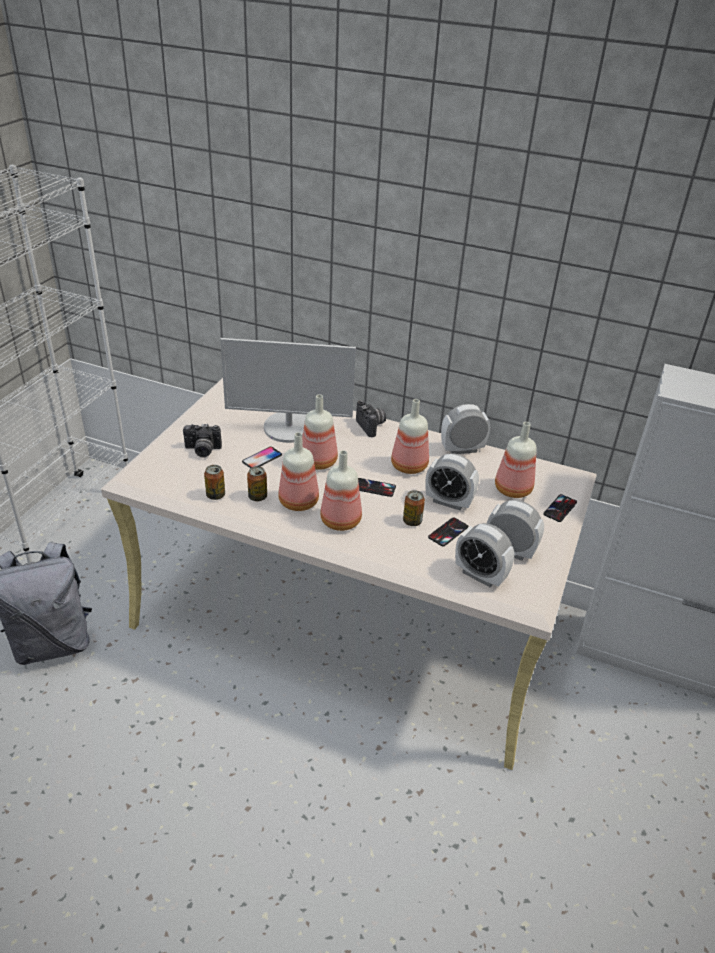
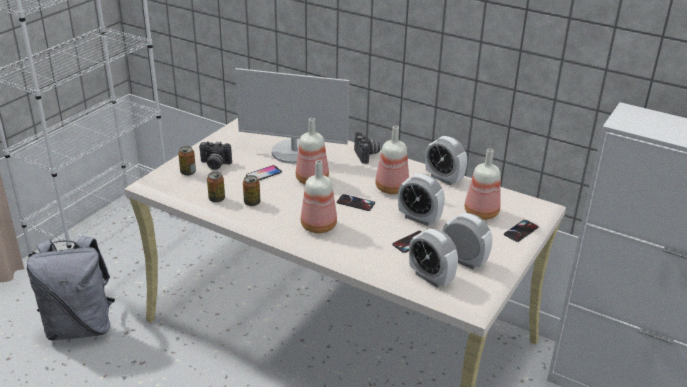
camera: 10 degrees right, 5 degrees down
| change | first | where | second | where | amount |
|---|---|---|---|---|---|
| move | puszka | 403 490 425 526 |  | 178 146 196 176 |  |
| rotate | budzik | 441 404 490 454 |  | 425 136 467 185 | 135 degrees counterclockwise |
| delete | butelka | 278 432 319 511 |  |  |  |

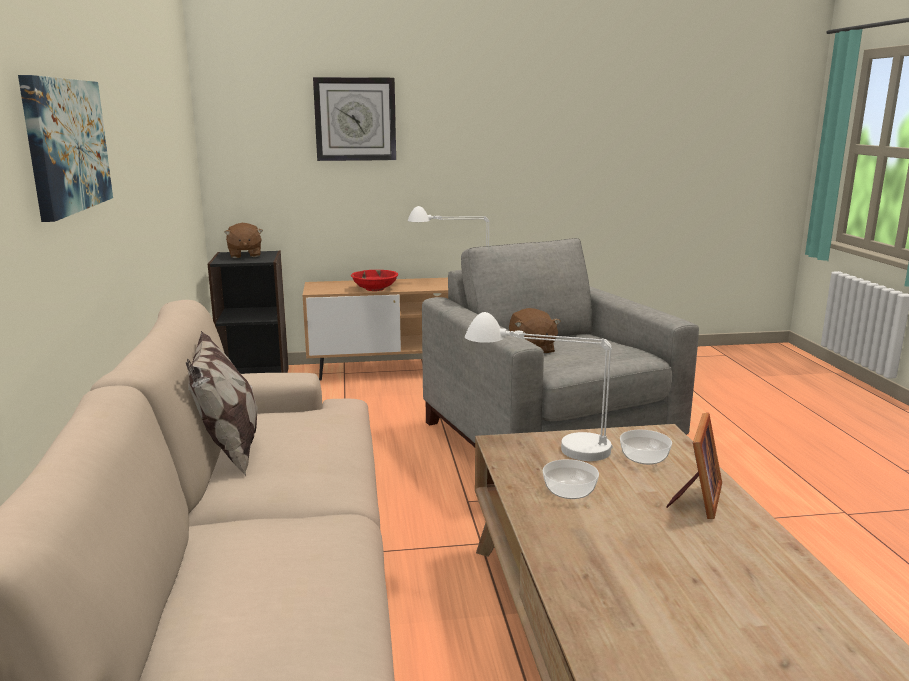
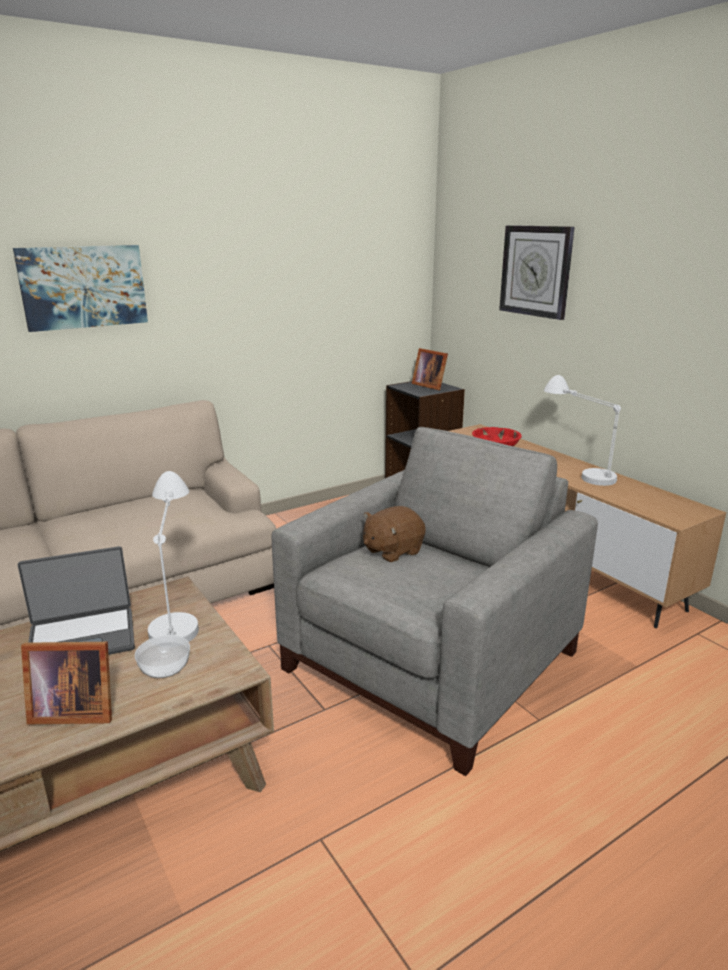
camera: 65 degrees right, 5 degrees up
| change | first | where | second | where | amount |
|---|---|---|---|---|---|
| replace | miska | 543 459 599 499 | laptop | 18 546 135 655 |  |
| replace | pluszak [brązowy] | 224 223 263 258 | ramka na zdjęcie | 412 348 448 390 |  |
| delete | poduszka | 186 331 258 476 |  |  |  |

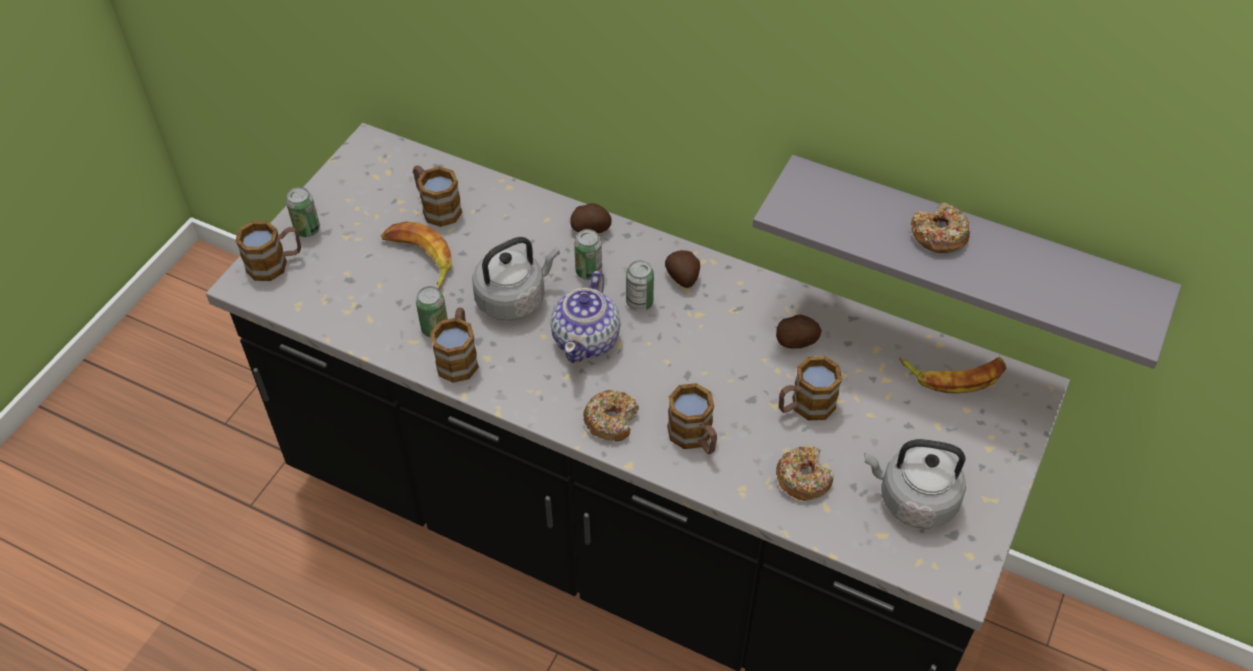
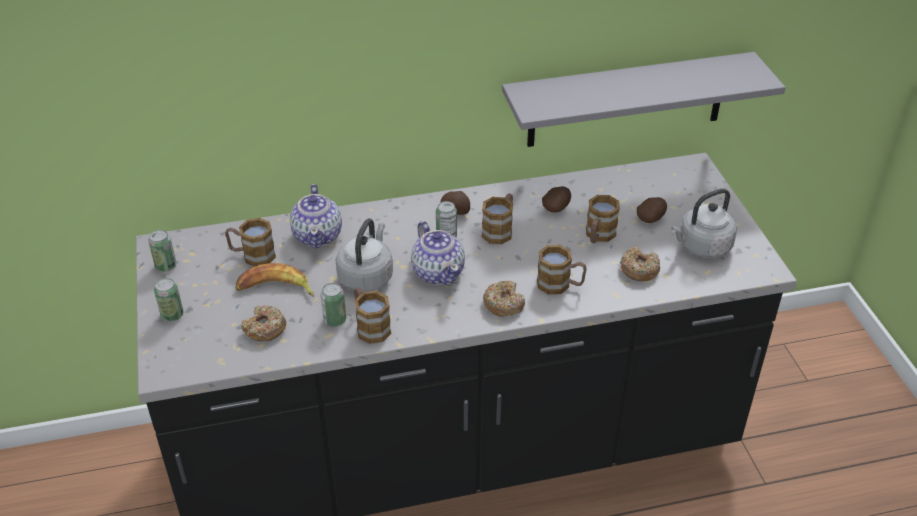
camera: 40 degrees left, 10 degrees down
| change | first | where | second | where | amount |
|---|---|---|---|---|---|
| move | puszka | 574 229 602 280 |  | 148 230 177 272 |  |
| move | donut | 911 203 970 253 |  | 242 305 287 341 |  |
| insert |  |  | imbryk | 290 184 342 248 |  |
| move | kubek | 235 221 301 281 |  | 482 194 513 244 |  |
| move | ziemniak | 570 203 612 233 |  | 637 197 667 223 |  |
| delete | banan | 899 357 1007 393 |  |  |  |

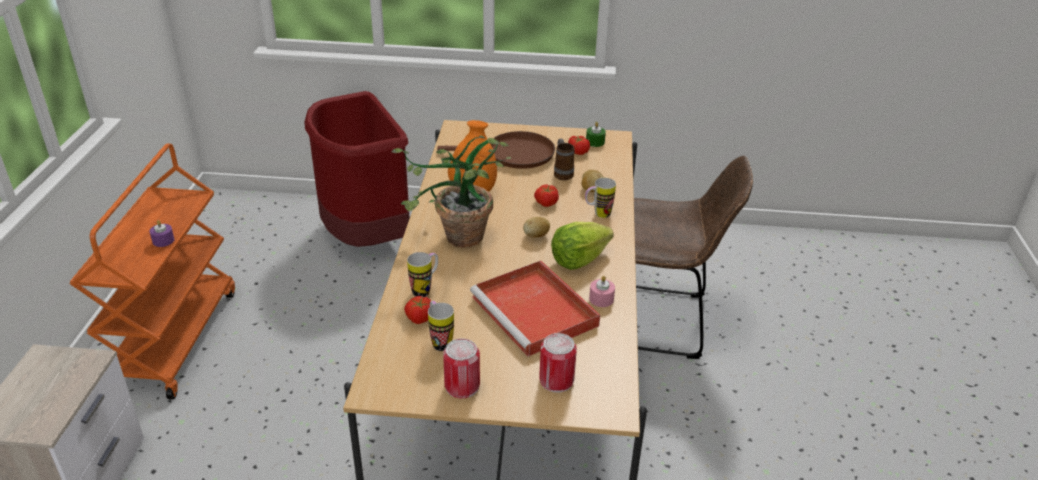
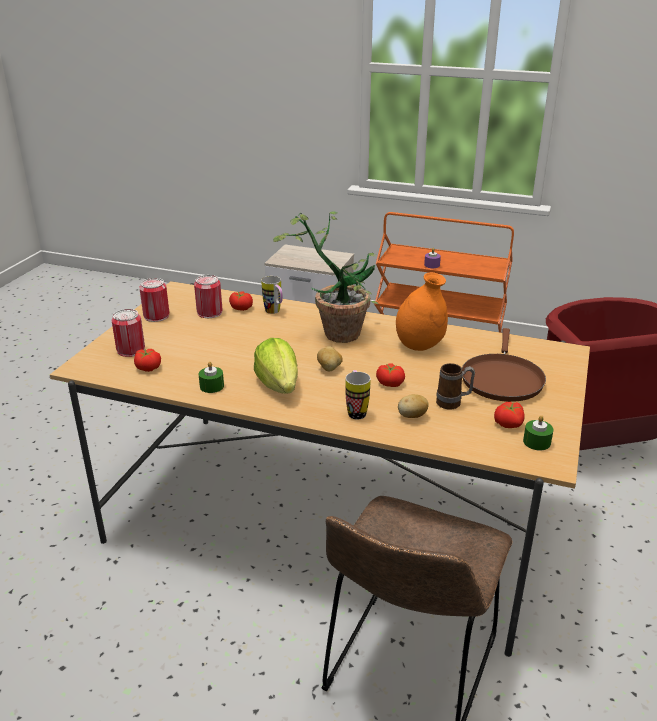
camera: 105 degrees right, 5 degrees down
| change | first | where | second | where | amount |
|---|---|---|---|---|---|
| insert |  |  | pomidor | 134 349 161 372 |  |
| replace | kubek | 428 301 454 351 | puszka | 194 275 222 318 |  |
| recolor | świeca [różowy] | 589 276 615 307 | świeca [zielony] | 199 361 224 393 |  |
| delete | taca [czerwony] | 470 261 600 357 |  |  |  |

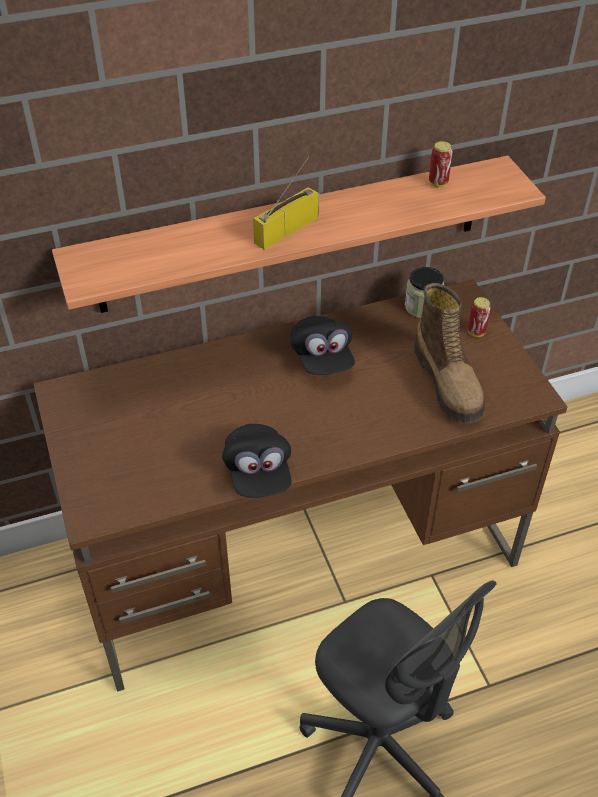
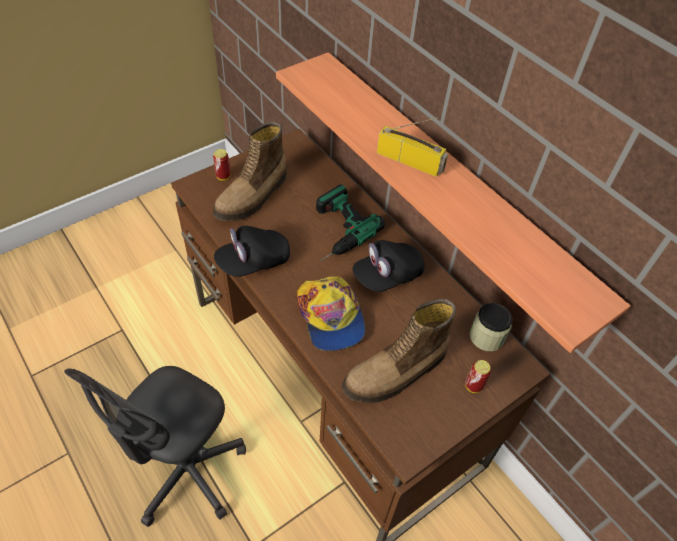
camera: 70 degrees right, 5 degrees up
| change | first | where | second | where | amount |
|---|---|---|---|---|---|
| insert |  |  | but z cholewką | 213 122 287 222 |  |
| move | puszka | 429 141 453 187 |  | 213 149 230 181 |  |
| insert |  |  | czapka z daszkiem | 297 276 365 351 |  |
| insert |  |  | wiertarka | 316 184 385 261 |  |

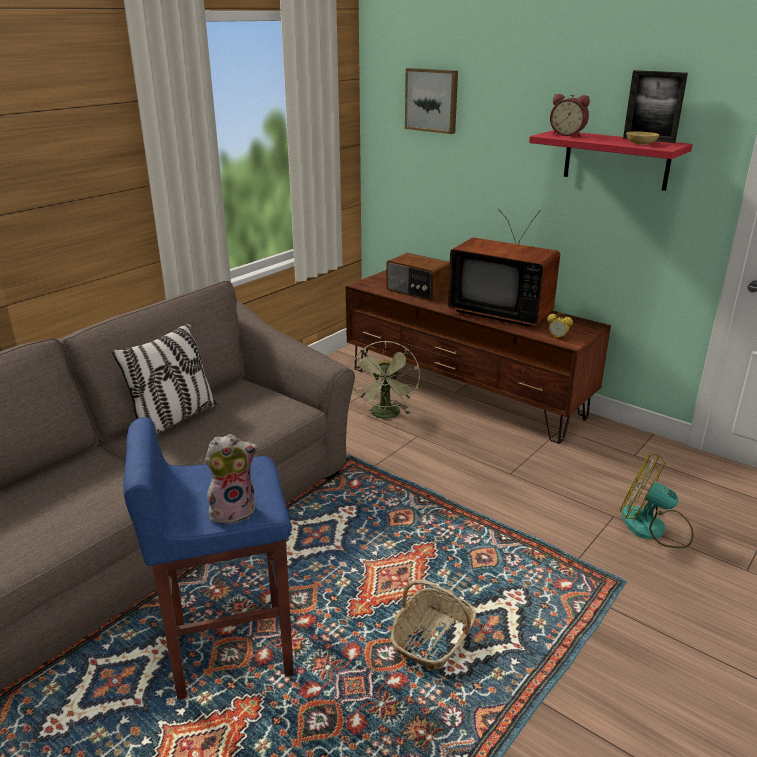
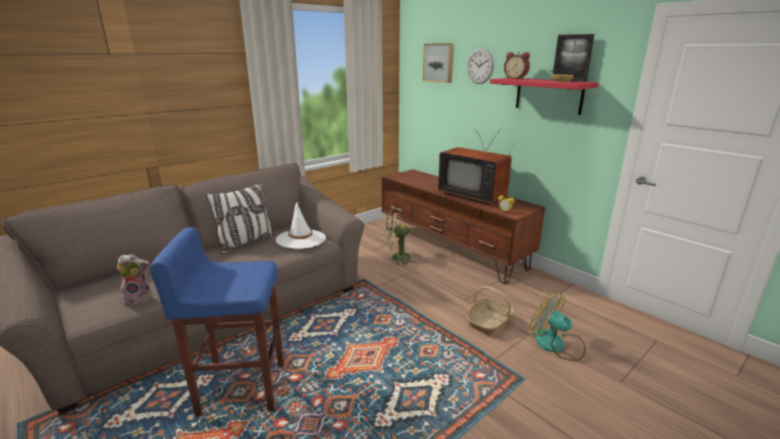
camera: 10 degrees right, 5 degrees down
| change | first | where | second | where | amount |
|---|---|---|---|---|---|
| move | pluszak | 205 434 258 524 |  | 117 254 152 306 |  |
| insert |  |  | kapelusz [biały] | 276 202 326 249 |  |
| rotate | wentylator [zielony] | 351 341 420 419 |  | 382 208 416 265 | 90 degrees clockwise |
| move | koszyk | 391 580 476 670 |  | 466 286 514 335 |  |
| insert |  |  | zegar ścienny | 467 48 494 84 |  |
| delete | radio | 386 253 450 301 |  |  |  |

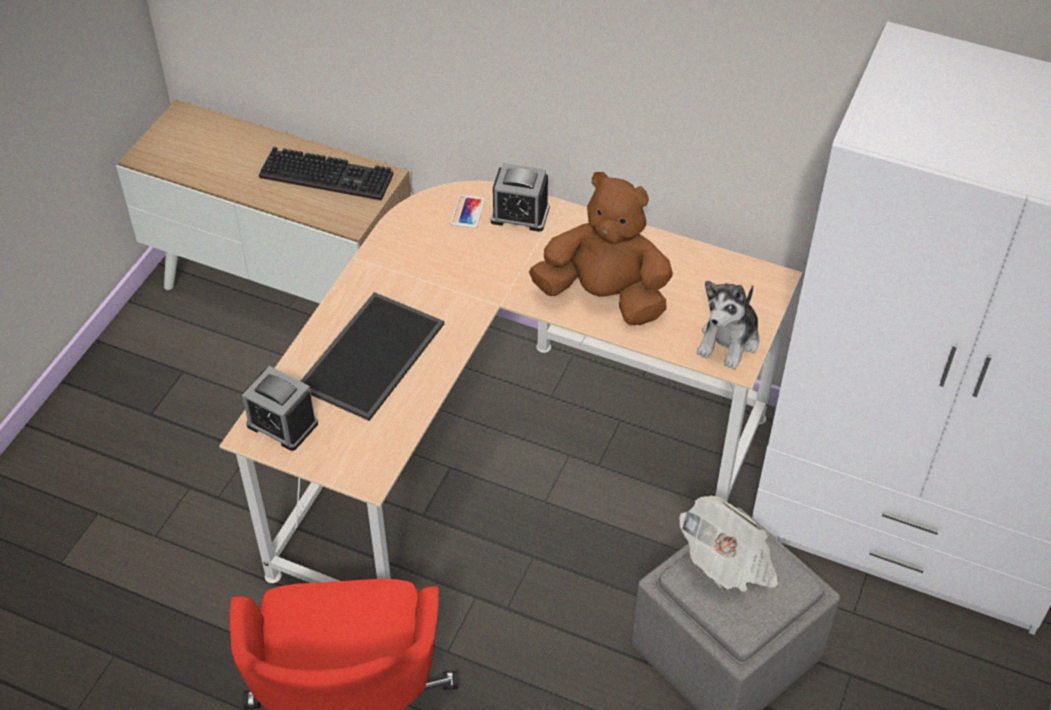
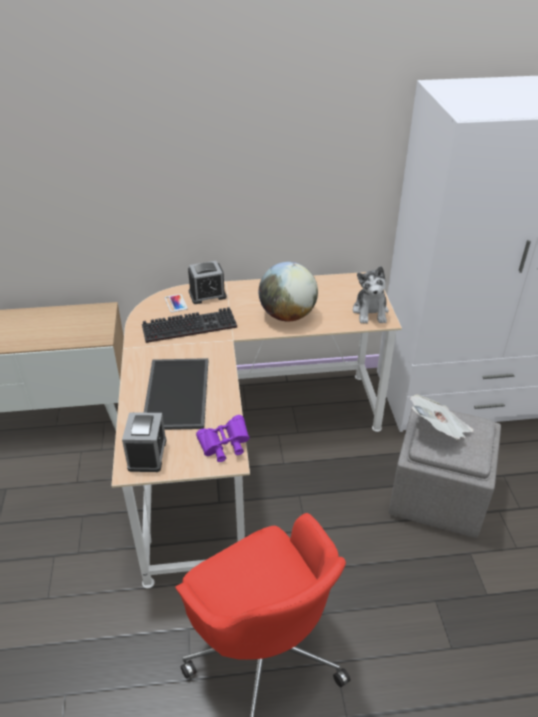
camera: 30 degrees left, 10 degrees down
| change | first | where | second | where | amount |
|---|---|---|---|---|---|
| rotate | budzik | 242 366 318 451 |  | 122 412 166 472 | 90 degrees counterclockwise |
| move | klawiatura | 259 146 393 201 |  | 142 307 237 343 |  |
| insert |  |  | lornetka [fioletowy] | 196 415 250 462 |  |
| replace | pluszak [brązowy] | 529 172 673 325 | globus | 259 262 318 322 |  |

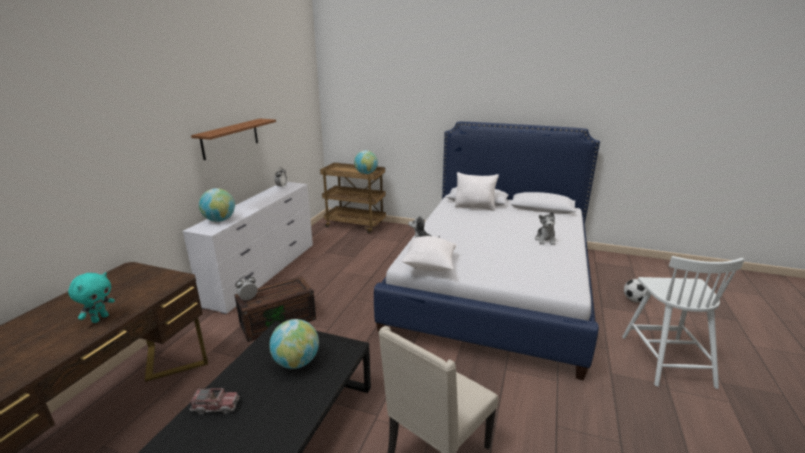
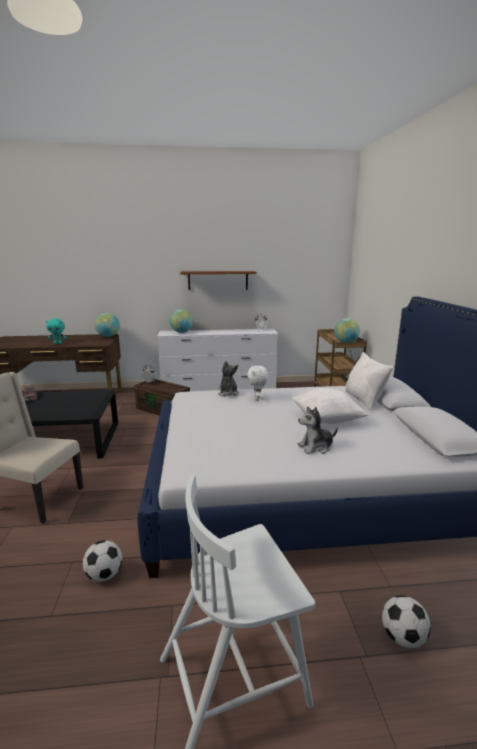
camera: 65 degrees right, 5 degrees down
| change | first | where | second | where | amount |
|---|---|---|---|---|---|
| insert |  |  | piłka futbolowa | 83 540 122 582 |  |
| move | globus | 269 319 319 369 |  | 95 313 120 337 |  |
| insert |  |  | pluszak [biały] | 247 366 268 401 |  |
| move | poduszka [biały] | 402 236 457 271 |  | 292 388 369 424 |  |

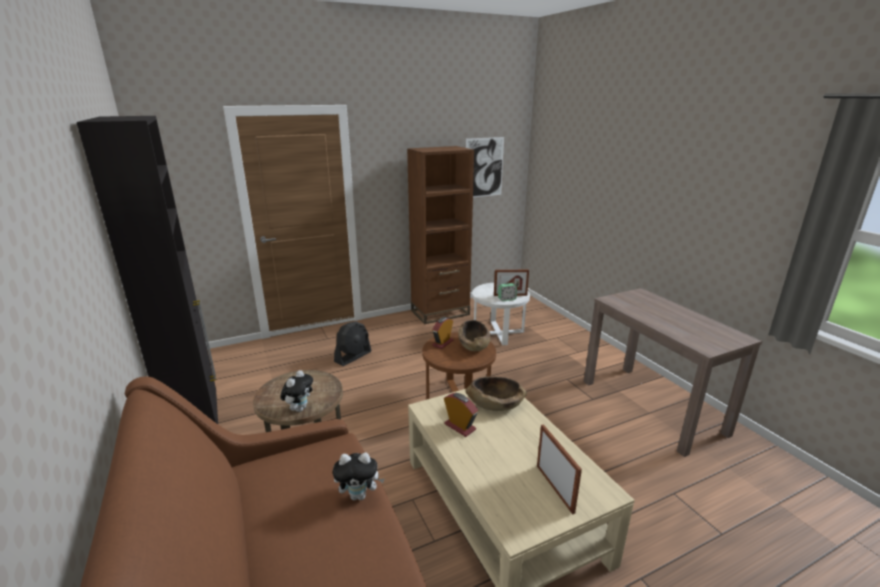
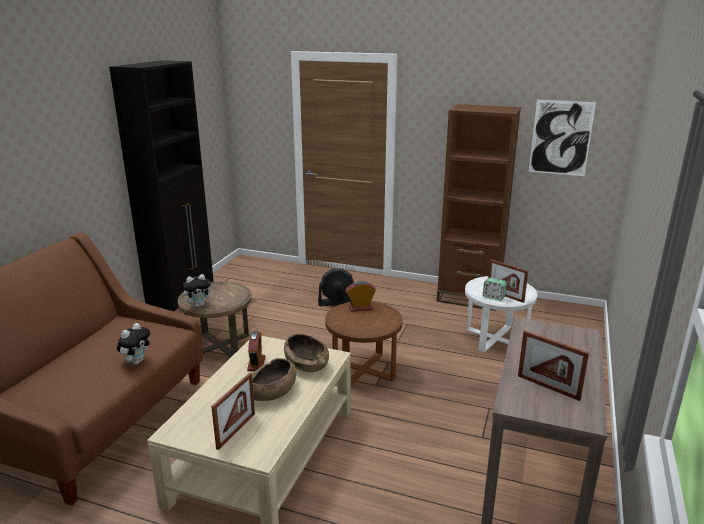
camera: 45 degrees right, 0 degrees up
| change | first | where | second | where | amount |
|---|---|---|---|---|---|
| rotate | pluszak | 333 453 385 500 |  | 117 323 150 365 | 105 degrees counterclockwise |
| move | miska [brązowy] | 458 320 491 351 |  | 252 358 296 401 |  |
| insert |  |  | ramka na zdjęcie | 518 331 589 401 |  |

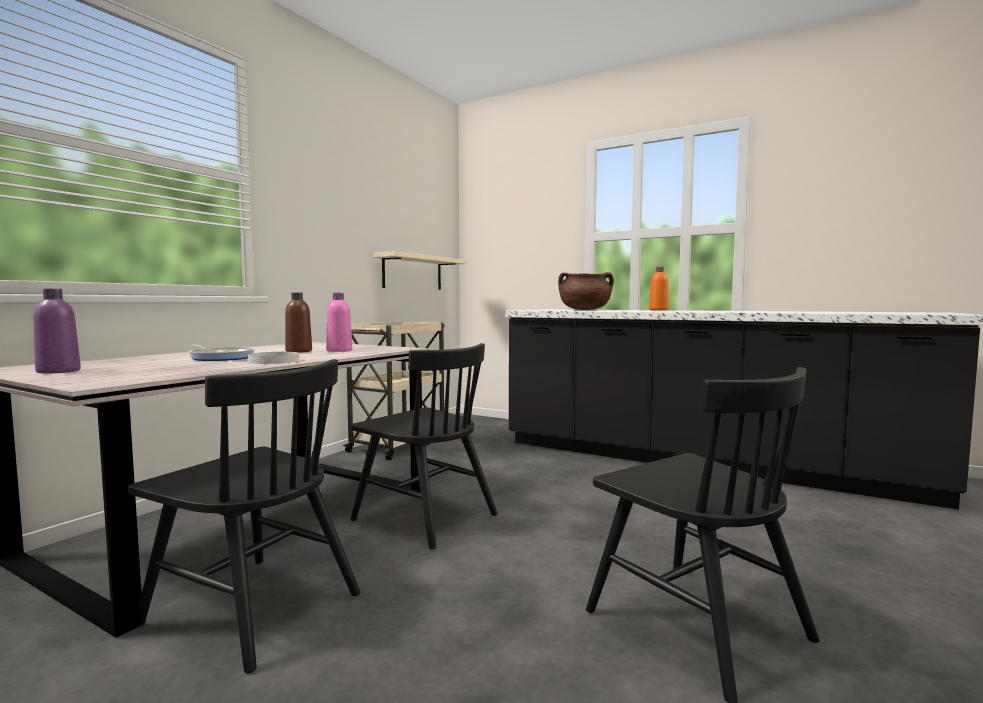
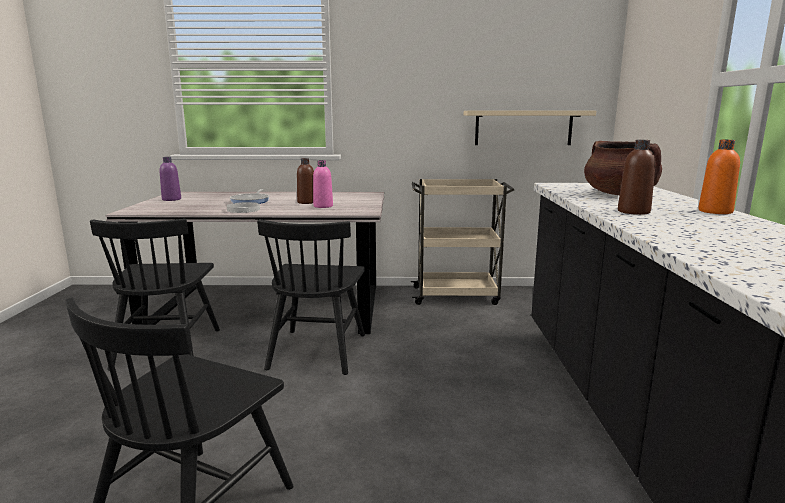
camera: 60 degrees right, 10 degrees up
| change | first | where | second | where | amount |
|---|---|---|---|---|---|
| insert |  |  | butelka [brązowy] | 618 140 656 215 |  |

